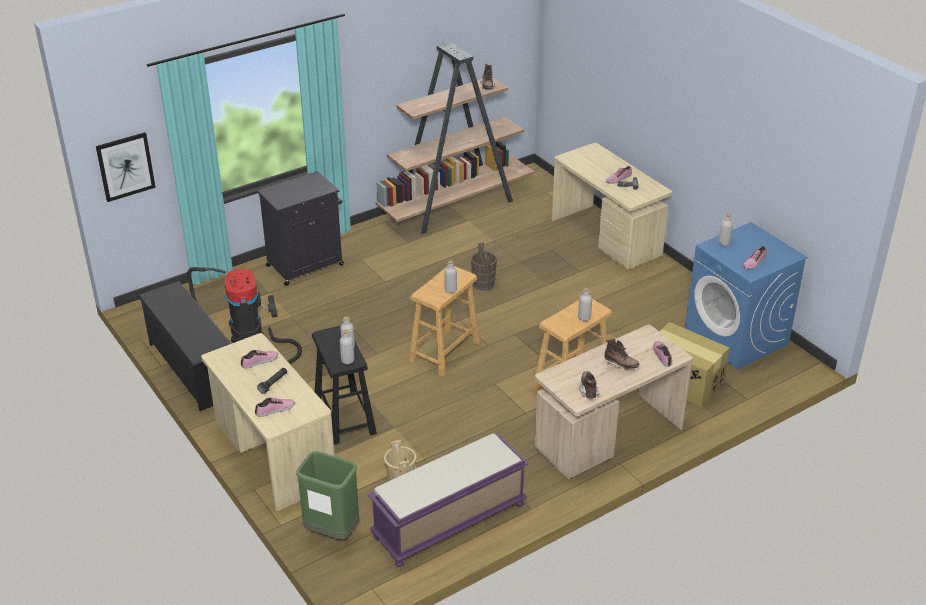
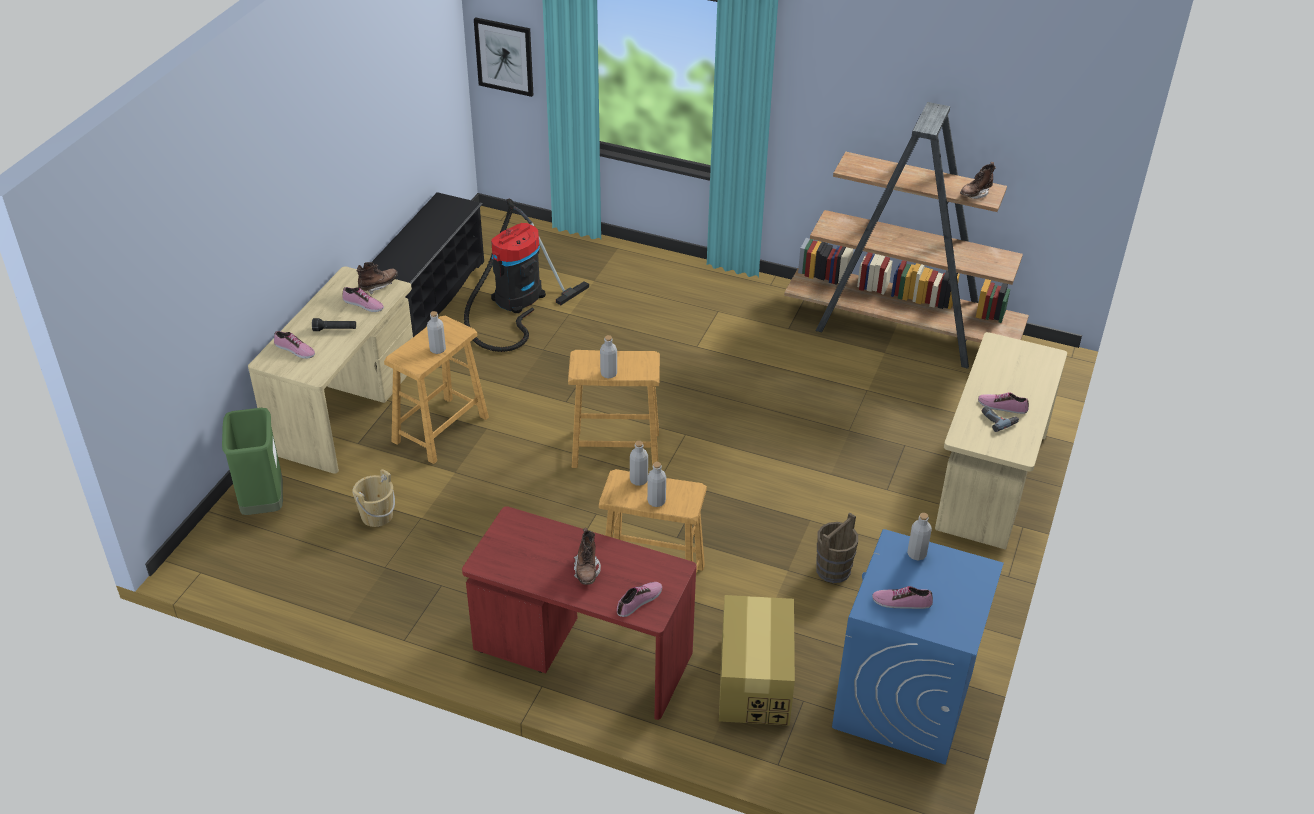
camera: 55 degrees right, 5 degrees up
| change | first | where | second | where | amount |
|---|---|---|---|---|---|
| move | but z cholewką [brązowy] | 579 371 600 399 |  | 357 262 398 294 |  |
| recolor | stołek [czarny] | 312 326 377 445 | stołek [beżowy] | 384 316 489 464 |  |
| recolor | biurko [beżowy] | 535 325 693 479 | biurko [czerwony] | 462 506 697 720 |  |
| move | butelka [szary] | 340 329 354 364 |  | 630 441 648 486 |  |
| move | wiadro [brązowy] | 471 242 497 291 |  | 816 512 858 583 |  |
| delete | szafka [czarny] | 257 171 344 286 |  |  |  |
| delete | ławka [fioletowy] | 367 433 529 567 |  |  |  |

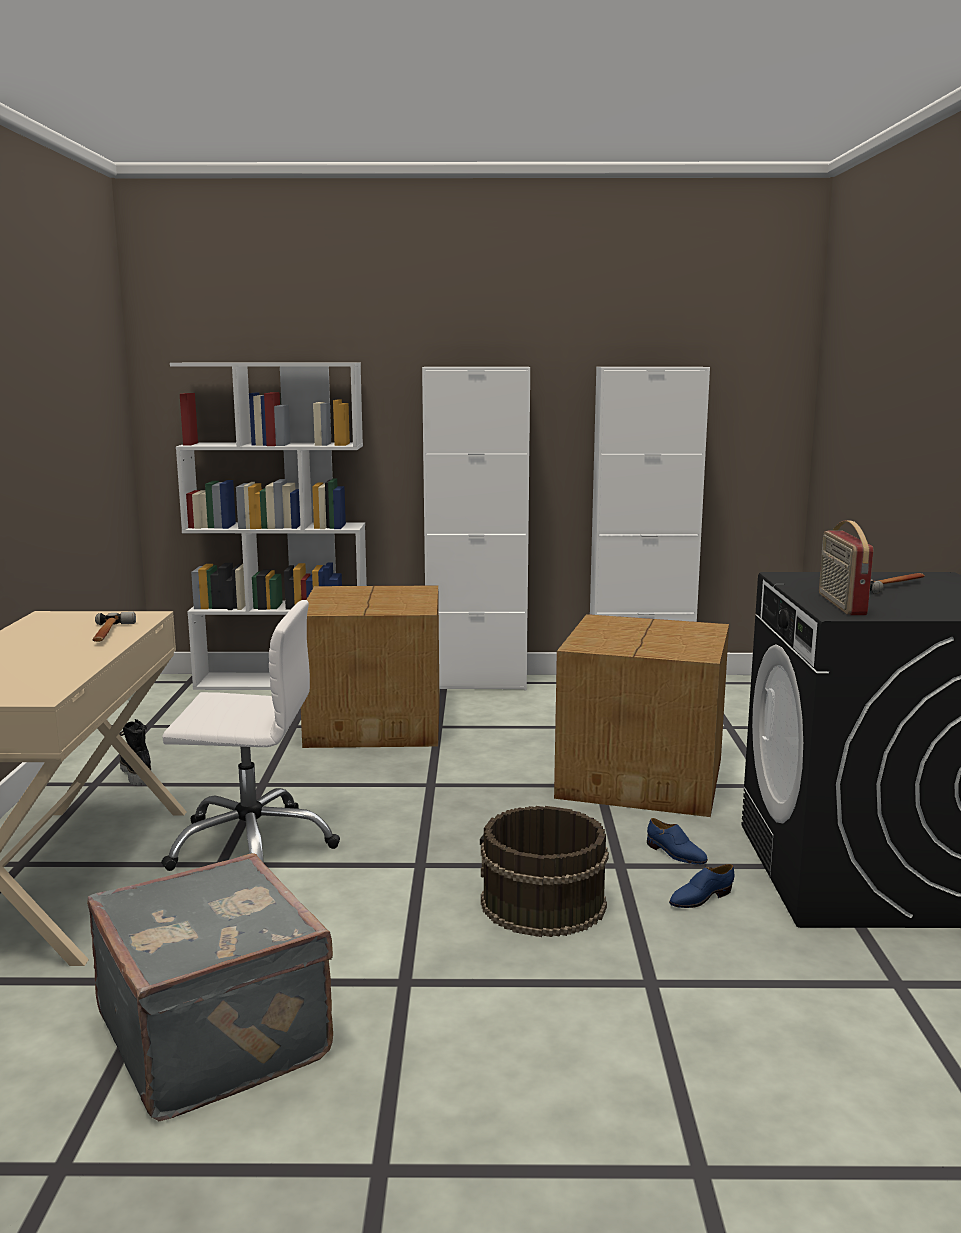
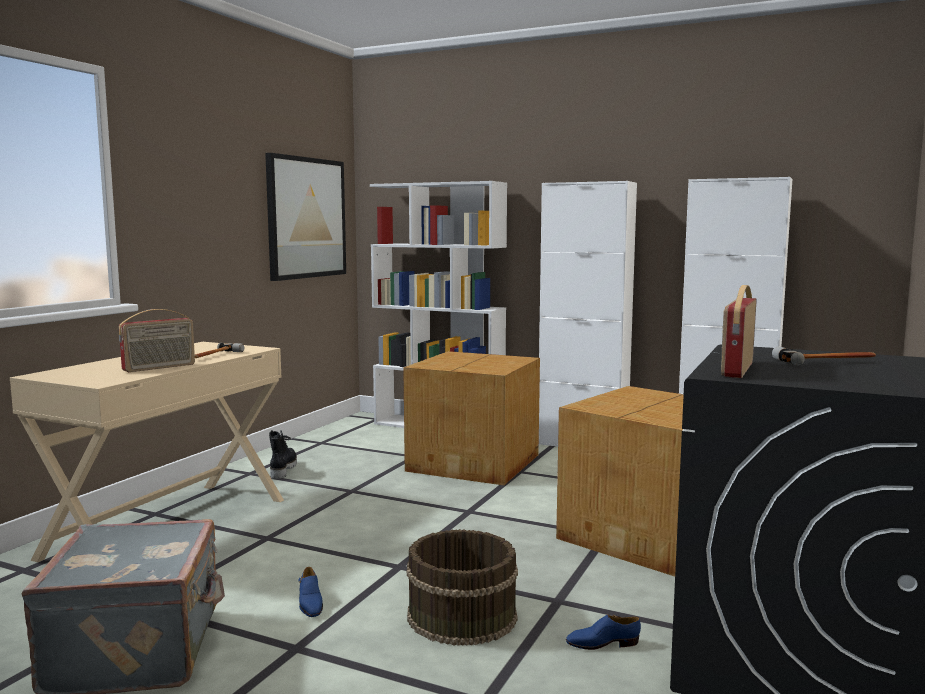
camera: 25 degrees right, 5 degrees down
| change | first | where | second | where | amount |
|---|---|---|---|---|---|
| insert |  |  | radio | 119 309 195 372 |  |
| insert |  |  | obraz | 265 153 346 281 |  |
| move | but [niebieski] | 647 818 708 864 |  | 298 567 323 617 |  |
| delete | krzesło biurowe [biały] | 161 600 340 871 |  |  |  |

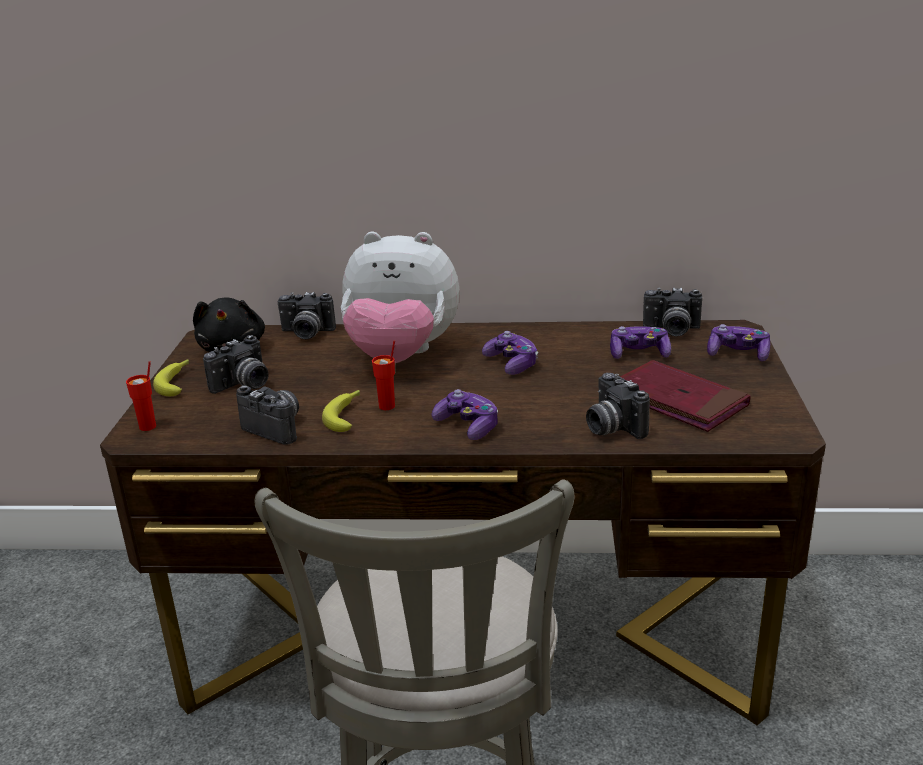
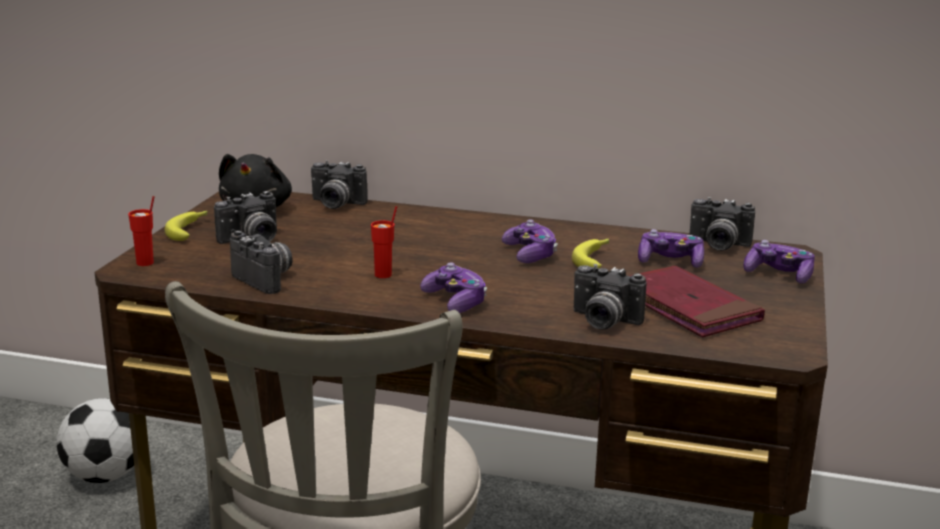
camera: 10 degrees right, 5 degrees down
| change | first | where | second | where | amount |
|---|---|---|---|---|---|
| insert |  |  | piłka futbolowa | 56 398 134 483 |  |
| move | banan | 322 390 360 432 |  | 572 239 609 268 |  |
| rotate | aparat fotograficzny | 586 373 650 439 |  | 574 264 647 330 | 45 degrees counterclockwise |
| delete | pluszak | 341 232 459 363 |  |  |  |

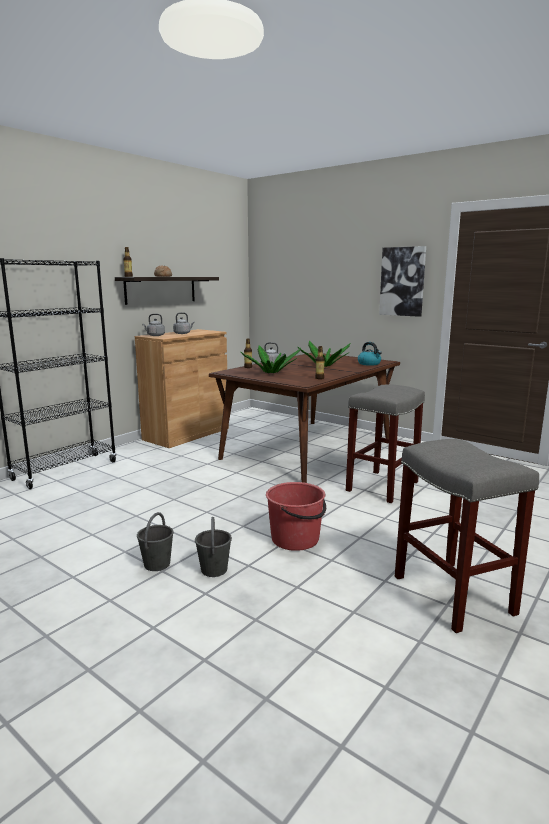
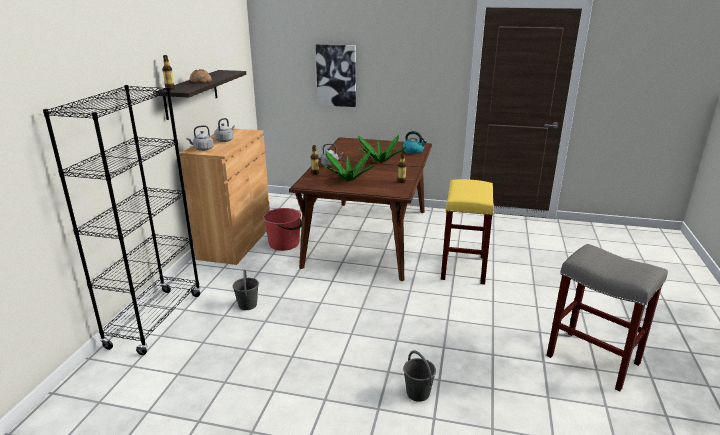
camera: 25 degrees left, 10 degrees up
| change | first | where | second | where | amount |
|---|---|---|---|---|---|
| move | wiadro [szary] | 137 512 174 571 |  | 233 270 259 310 |  |
| move | wiadro [czerwony] | 266 482 326 551 |  | 263 208 302 251 |  |
| move | obraz | 379 246 426 317 |  | 316 44 356 107 |  |
| recolor | stołek [szary] | 346 384 425 503 | stołek [żółty] | 441 179 494 284 |  |

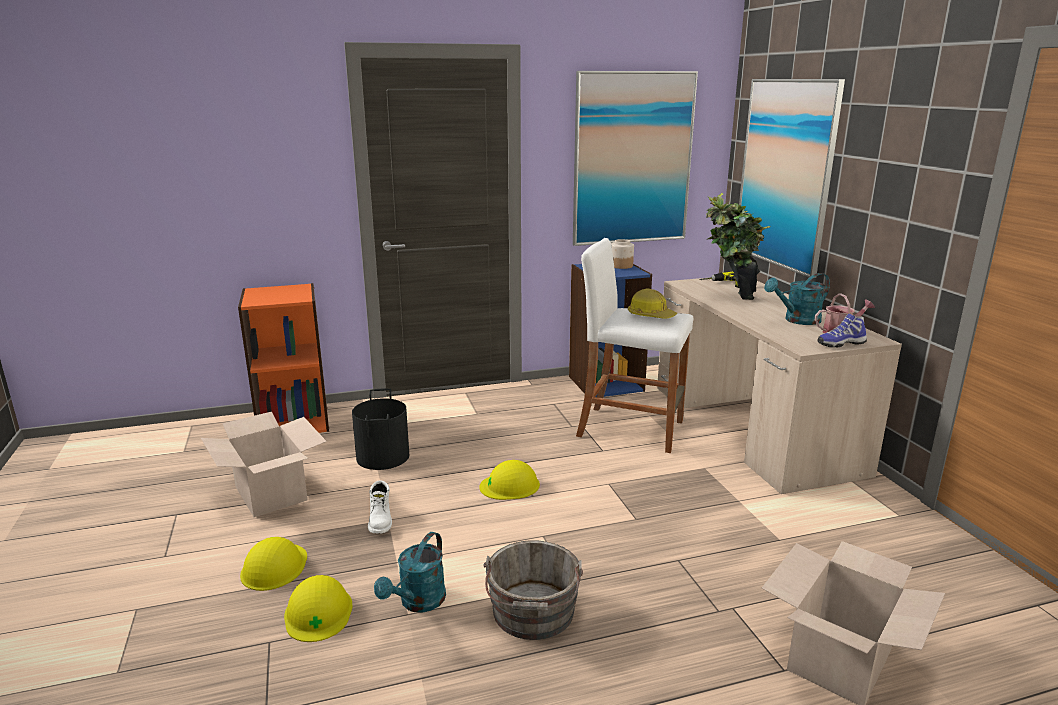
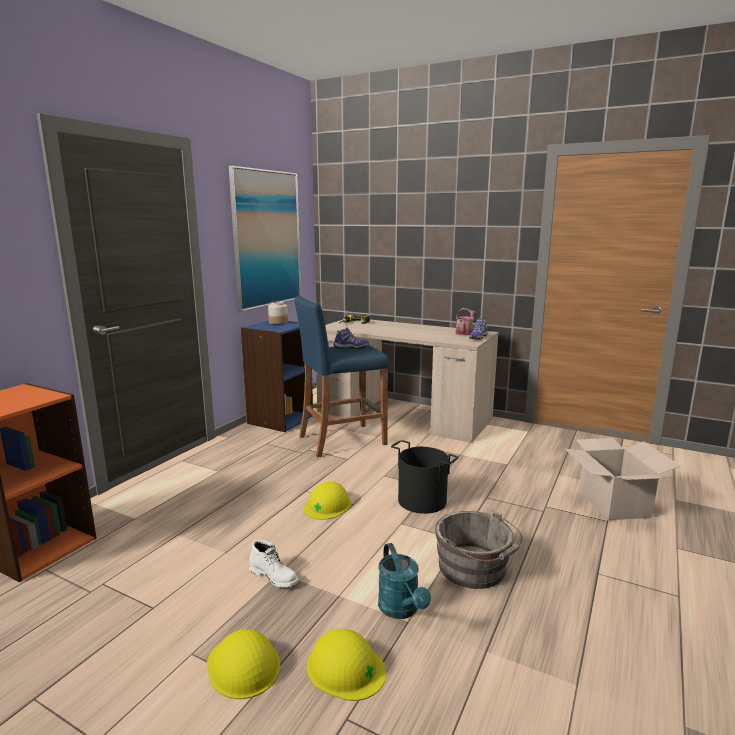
camera: 45 degrees left, 5 degrees down
| change | first | where | second | where | amount |
|---|---|---|---|---|---|
| recolor | stołek [biały] | 576 238 693 453 | stołek [niebieski] | 294 296 389 457 |  |
| replace | kask | 628 289 677 318 | but | 334 328 369 349 |  |
| move | wiadro [czarny] | 352 388 409 470 |  | 391 440 459 514 |  |
| delete | karton | 201 411 327 517 |  |  |  |
| delete | roślina doniczkowa | 706 193 771 300 |  |  |  |
| delete | obraz | 739 79 845 278 |  |  |  |
| delete | konewka [turkusowy] | 764 273 830 325 |  |  |  |

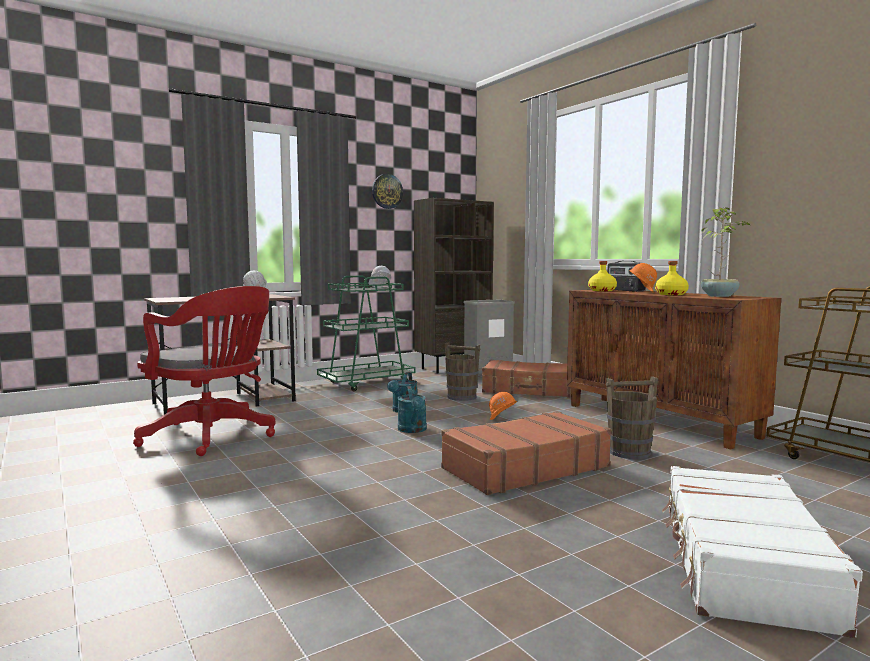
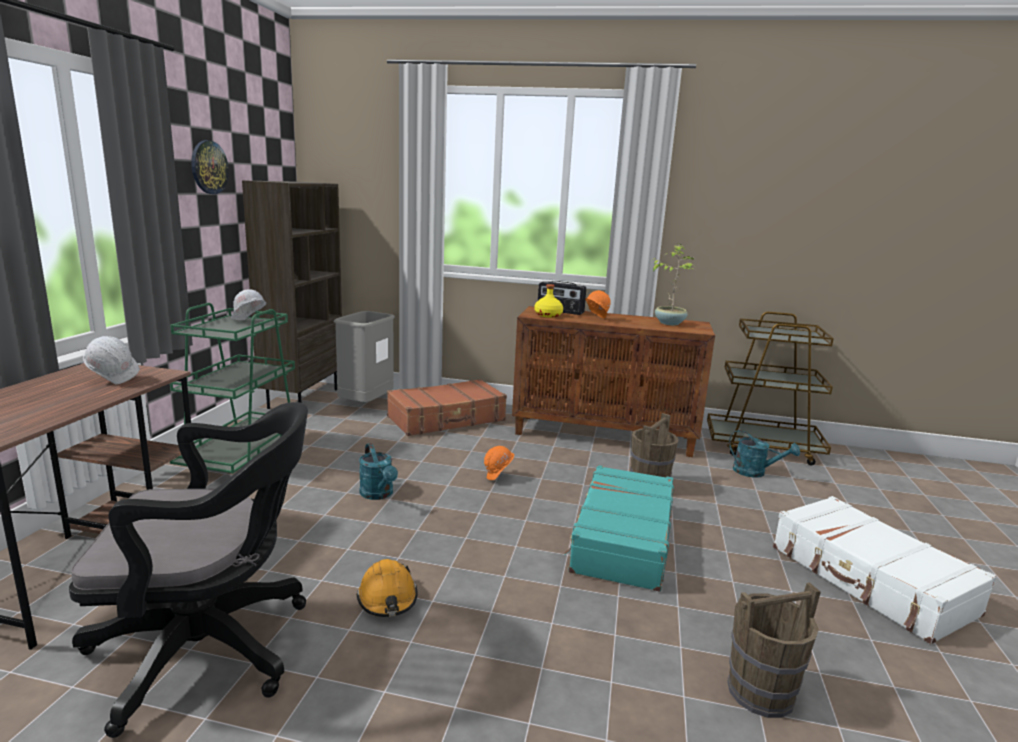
camera: 45 degrees left, 10 degrees up
| change | first | where | second | where | amount |
|---|---|---|---|---|---|
| recolor | krzesło biurowe [czerwony] | 133 286 276 456 | krzesło biurowe [czarny] | 69 402 308 738 |  |
| insert |  |  | kask [pomarańczowy] | 356 559 418 617 |  |
| recolor | walizka [brązowy] | 441 411 612 495 | walizka [turkusowy] | 564 465 674 592 |  |
| move | wiadro [brązowy] | 445 343 480 401 |  | 728 582 821 718 |  |
| move | konewka [turkusowy] | 398 386 427 433 |  | 729 430 800 478 |  |
| delete | butelka [żółty] | 655 261 689 295 |  |  |  |

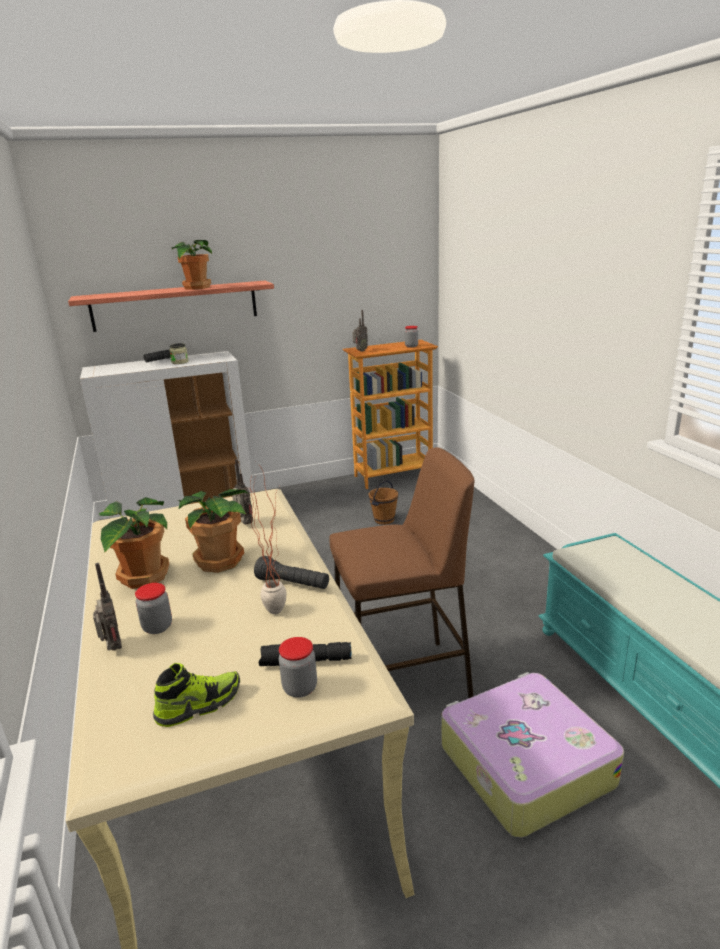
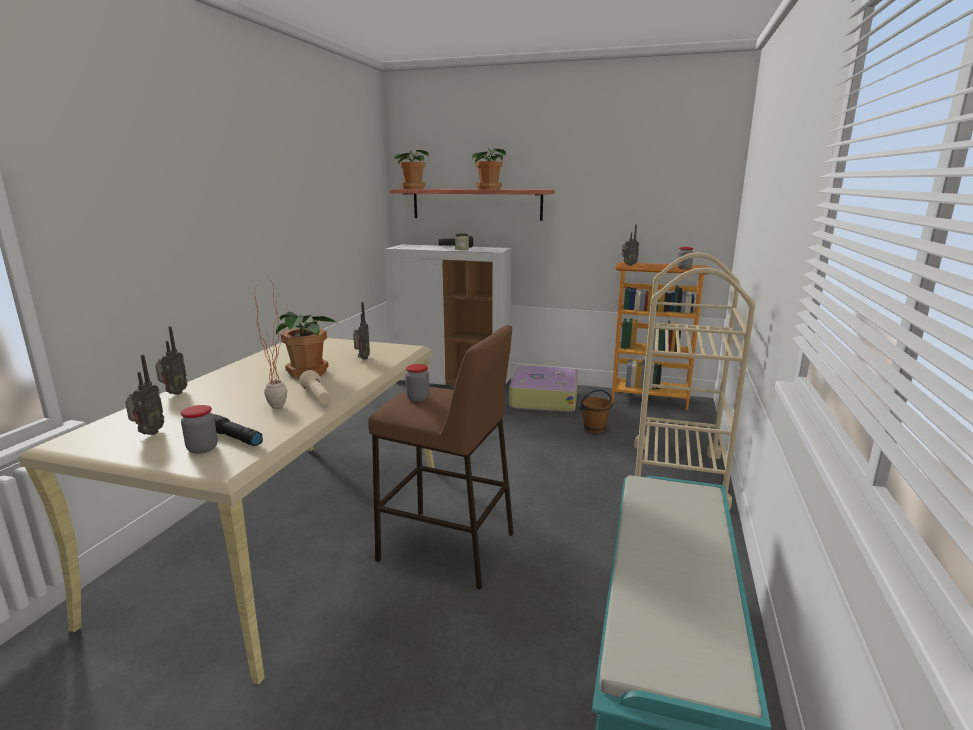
camera: 35 degrees right, 5 degrees down
| change | first | where | second | where | amount |
|---|---|---|---|---|---|
| replace | but | 153 663 240 727 | radio | 125 354 164 435 |  |
| recolor | latarka [czarny] | 254 556 329 589 | latarka [beżowy] | 299 370 331 405 |  |
| move | roślina doniczkowa | 99 497 169 589 |  | 393 150 429 189 |  |
| move | słoik | 135 583 172 634 |  | 405 364 429 402 |  |
| move | walizka | 441 672 624 838 |  | 509 366 578 412 |  |
| insert |  |  | wózek [beżowy] | 634 252 755 511 |  |

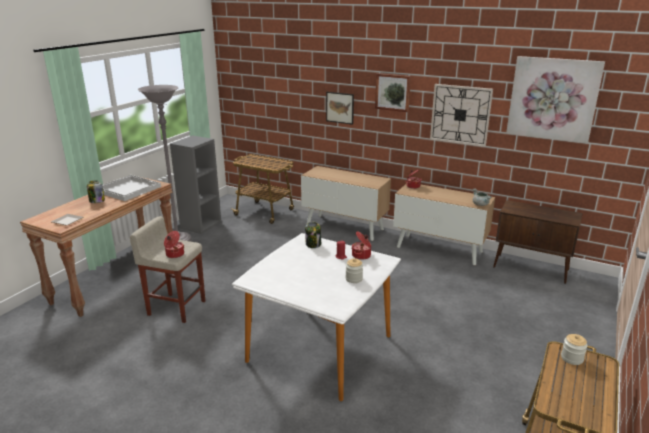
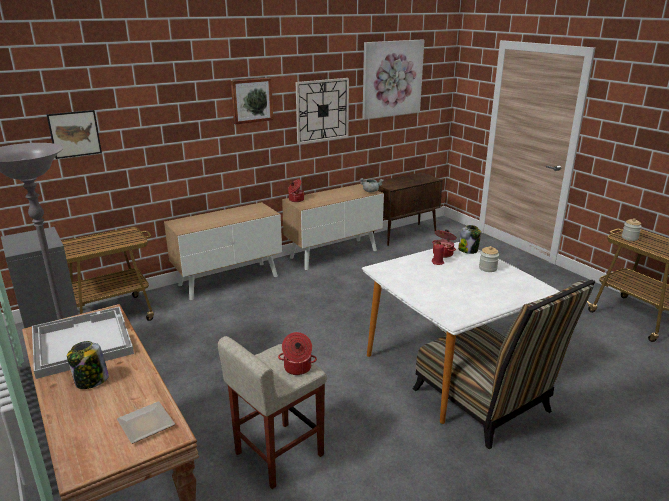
camera: 60 degrees left, 0 degrees up
| change | first | where | second | where | amount |
|---|---|---|---|---|---|
| move | obraz | 326 92 354 125 |  | 46 110 102 159 |  |
| insert |  |  | krzesło | 413 280 595 449 |  |
| move | słoik | 305 222 321 248 |  | 458 225 481 254 |  |

